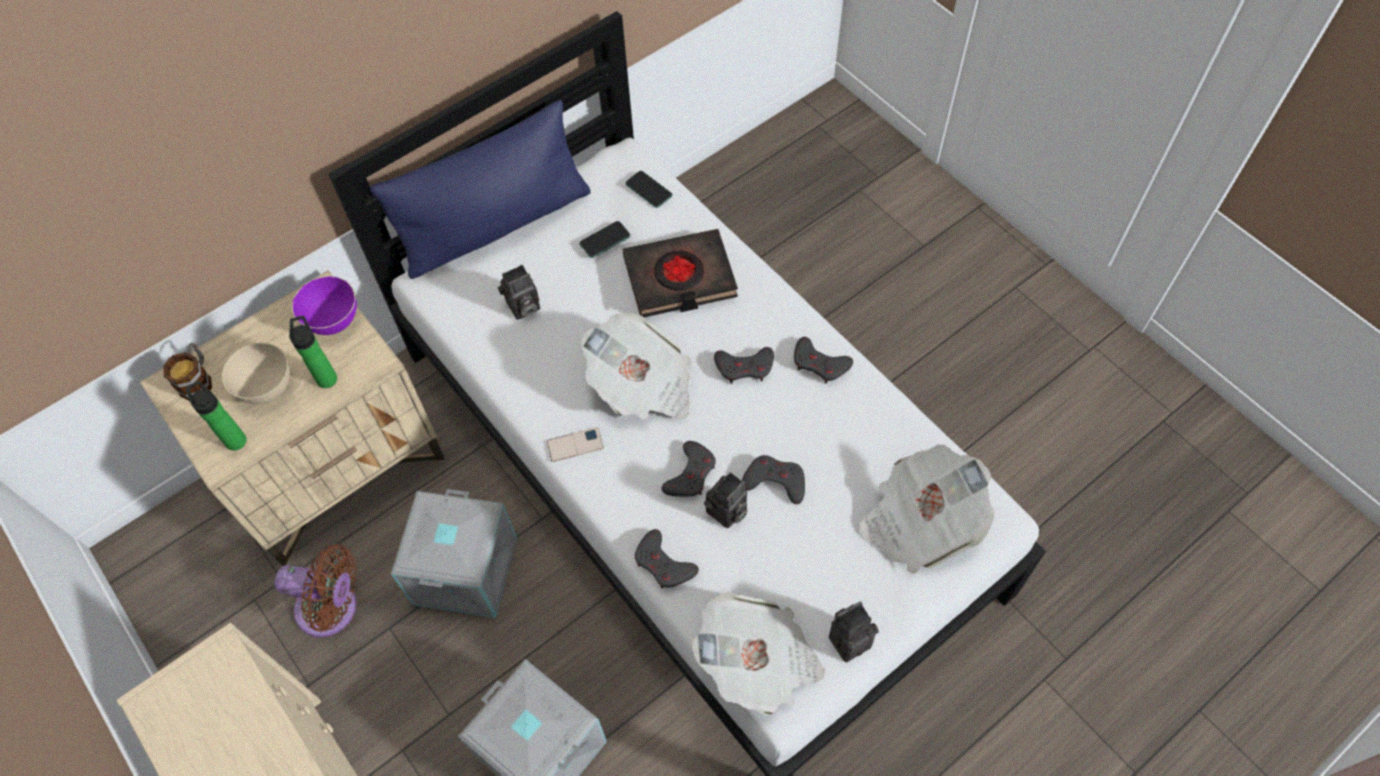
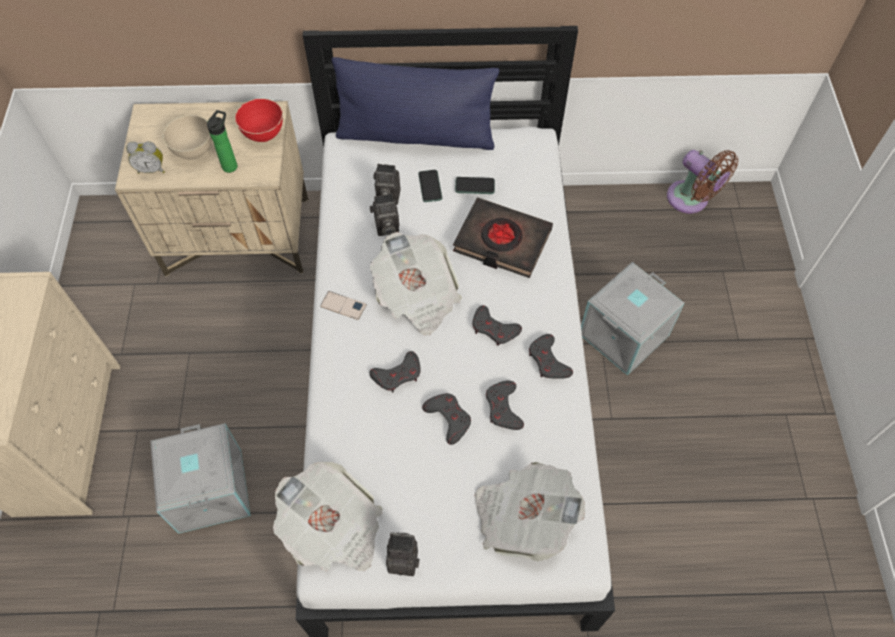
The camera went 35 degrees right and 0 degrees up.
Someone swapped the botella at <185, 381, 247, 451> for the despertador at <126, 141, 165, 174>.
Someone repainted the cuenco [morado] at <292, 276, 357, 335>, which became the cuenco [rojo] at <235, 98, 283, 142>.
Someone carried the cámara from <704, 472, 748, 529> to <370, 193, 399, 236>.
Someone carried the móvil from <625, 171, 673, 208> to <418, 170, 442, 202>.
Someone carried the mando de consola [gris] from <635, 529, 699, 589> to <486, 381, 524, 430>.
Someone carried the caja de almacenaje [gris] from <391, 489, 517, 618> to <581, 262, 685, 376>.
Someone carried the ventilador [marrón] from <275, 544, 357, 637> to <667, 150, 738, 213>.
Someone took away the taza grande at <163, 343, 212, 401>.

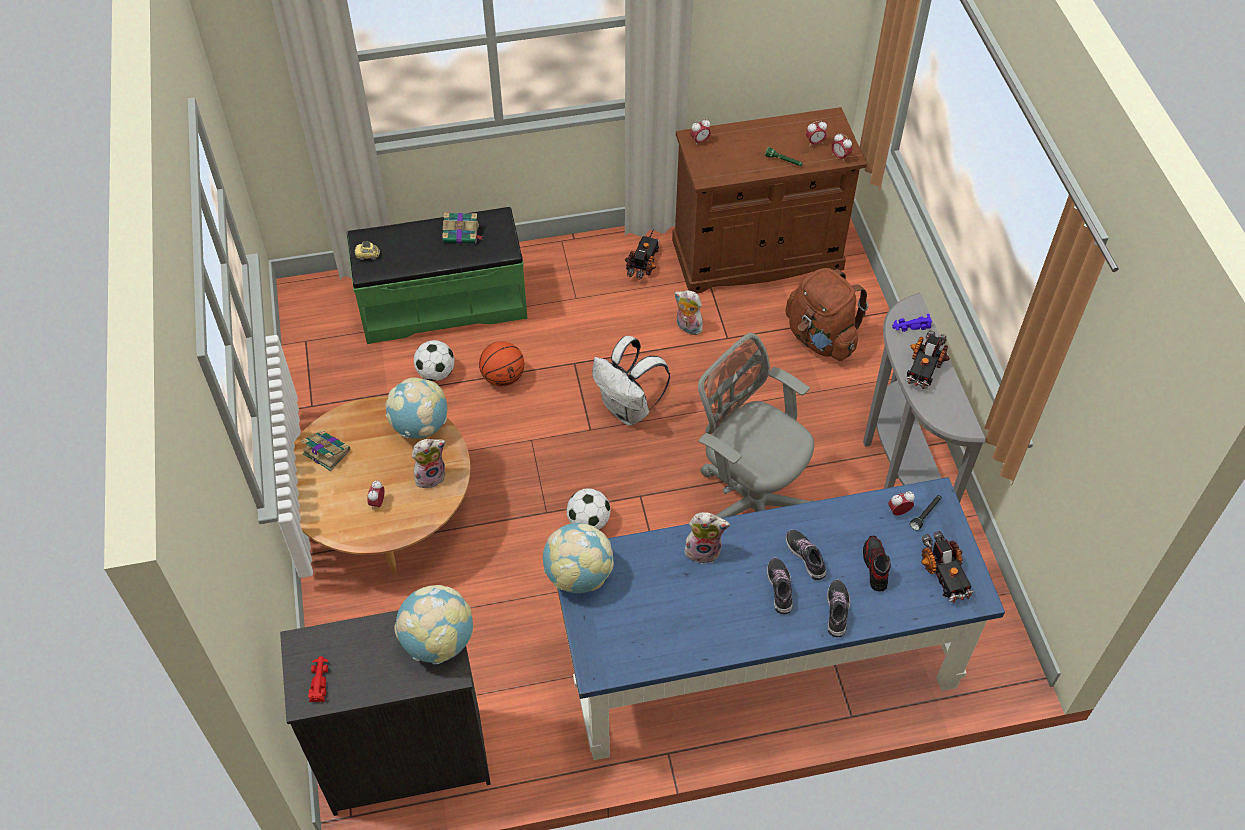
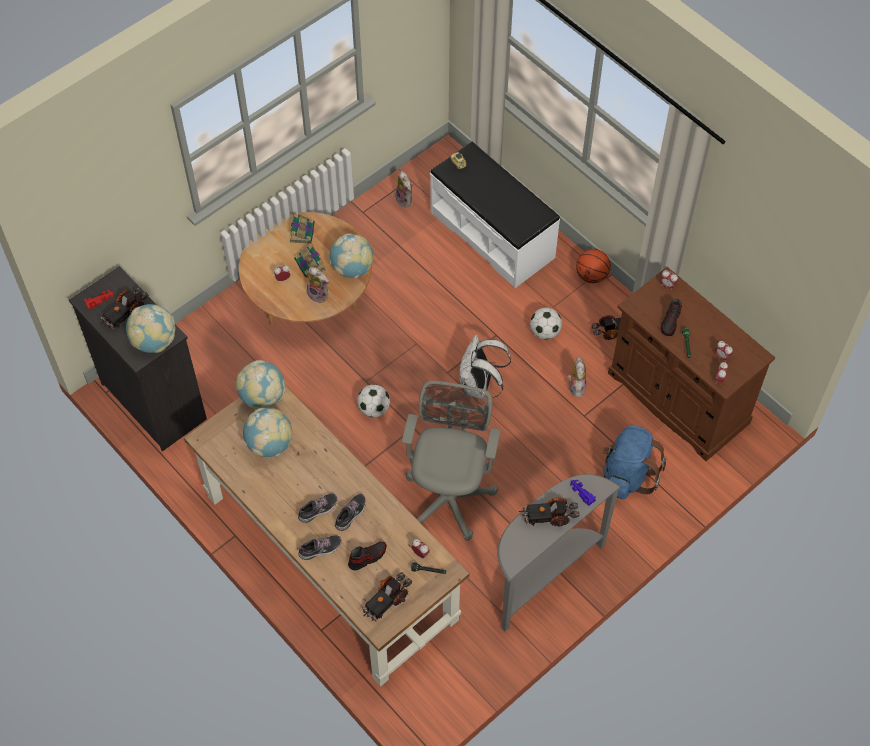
The camera went 60 degrees right and 5 degrees up.
Someone put down the camión de juguete at <101, 287, 148, 329>.
Someone repainted the escritorio [azul] at <557, 477, 1005, 760>, which became the escritorio [marrón] at <184, 385, 470, 687>.
Someone put down the globo terráqueo at <243, 408, 292, 457>.
Someone carried the libro from <442, 212, 483, 243> to <294, 244, 326, 278>.
Someone carried the peluche from <685, 512, 730, 564> to <395, 171, 414, 207>.
Someone repainted the banco [verde] at <347, 207, 527, 344>, which became the banco [blanco] at <430, 141, 560, 288>.
Someone carried the balón de fútbol from <414, 340, 454, 381> to <530, 308, 562, 340>.
Someone carried the balón de baloncesto from <479, 341, 524, 386> to <576, 249, 611, 283>.
Someone repainted the mochila [marrón] at <785, 268, 868, 361>, which became the mochila [azul] at <602, 425, 666, 499>.
Someone put down the zapato at <661, 299, 682, 336>.

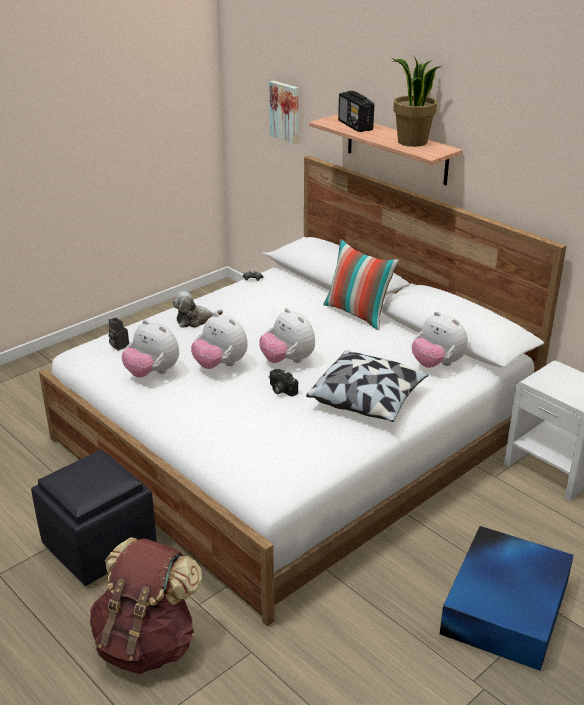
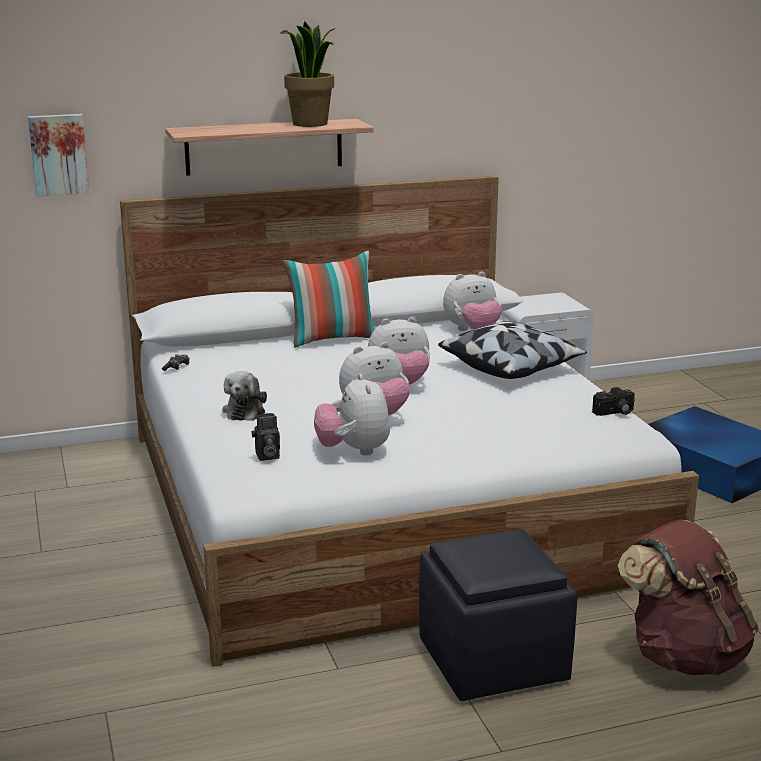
The camera went 65 degrees left and 10 degrees down.
Someone rotated the peluche at <122, 320, 179, 378> by 105 degrees clockwise.
Someone carried the cámara from <269, 369, 298, 397> to <592, 387, 635, 416>.
Someone took away the radio at <338, 91, 374, 132>.

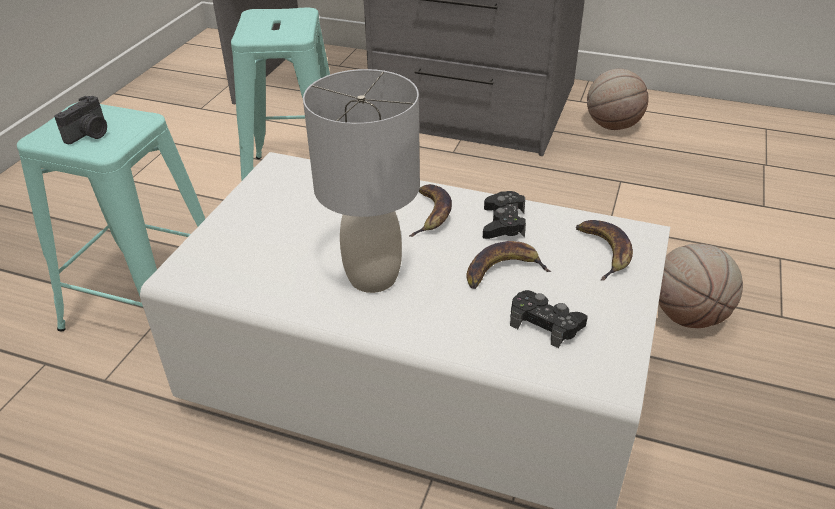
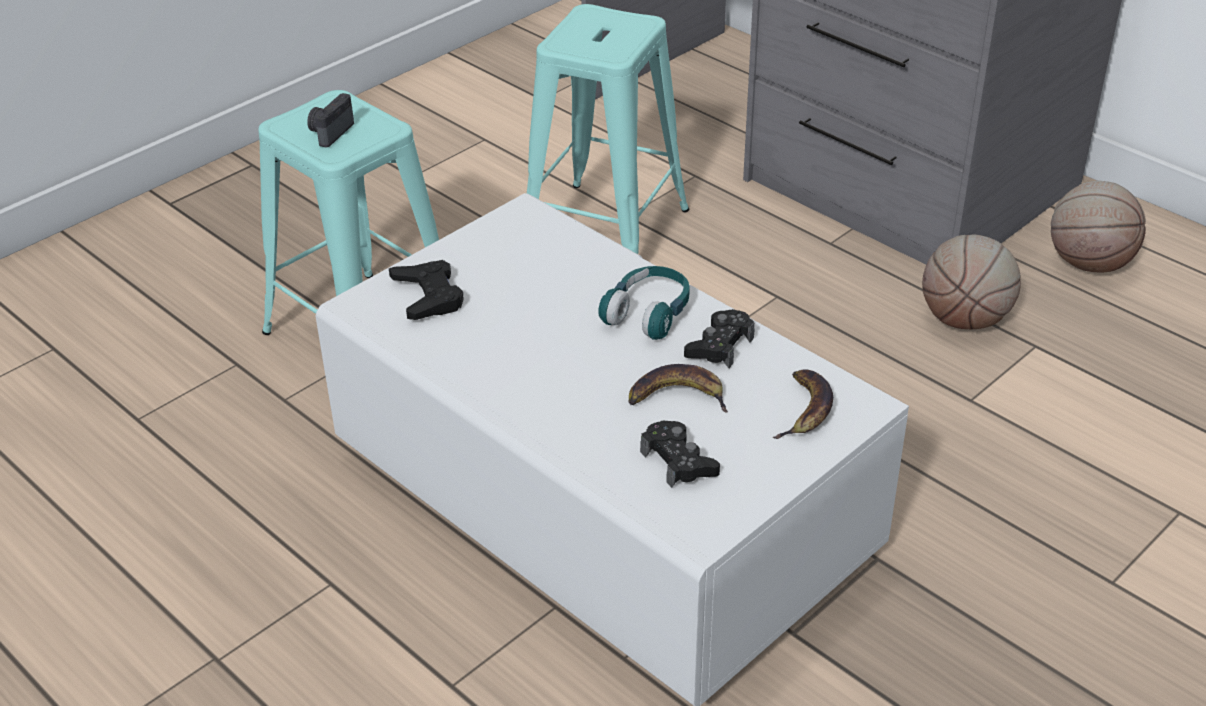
The camera went 25 degrees right and 0 degrees up.
Someone rotated the cámara at <54, 96, 107, 144> by 150 degrees clockwise.
Someone put down the mando de consola [negro] at <389, 260, 464, 320>.
Someone swapped the plátano at <409, 184, 452, 237> for the auriculares [turquesa] at <598, 266, 690, 340>.
Someone carried the balón de baloncesto from <659, 244, 743, 328> to <922, 235, 1021, 329>.
Someone took away the lámpara de mesa [gris] at <303, 69, 420, 293>.

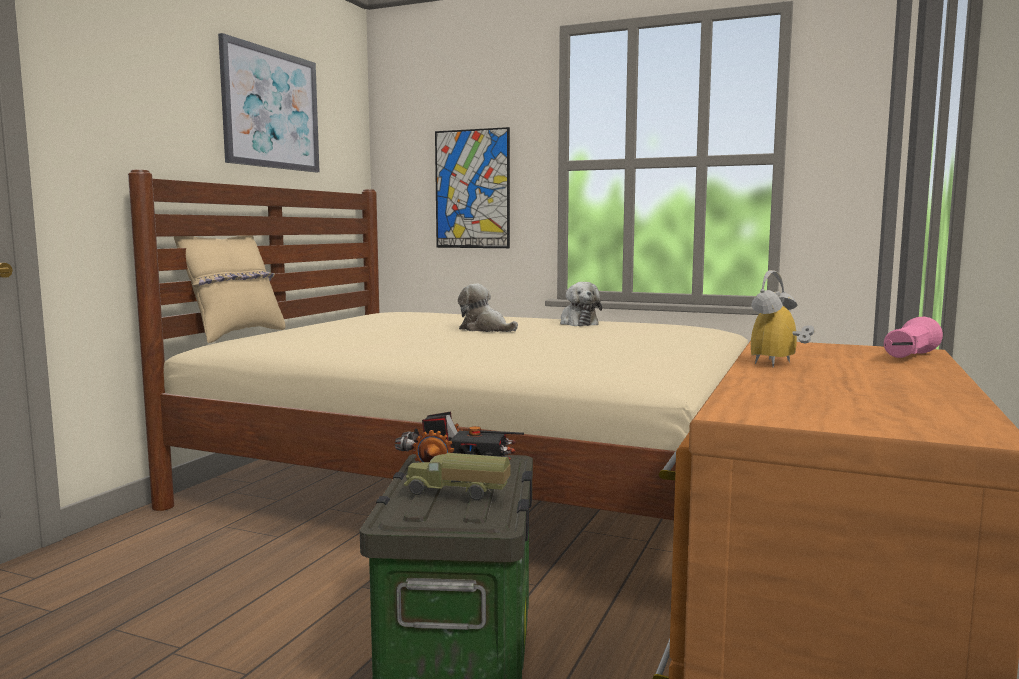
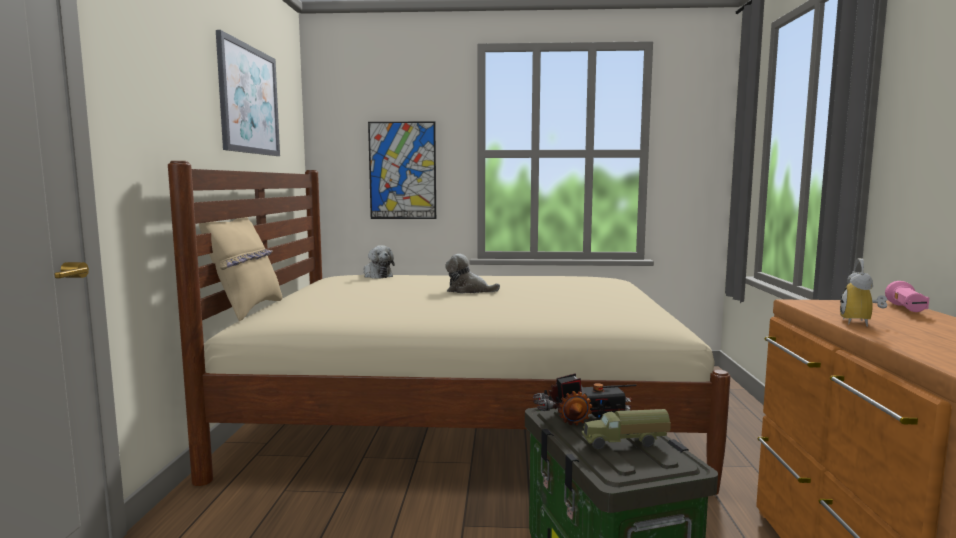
The camera went 20 degrees left and 0 degrees up.
Someone carried the peluche from <560, 282, 602, 326> to <364, 245, 395, 278>.

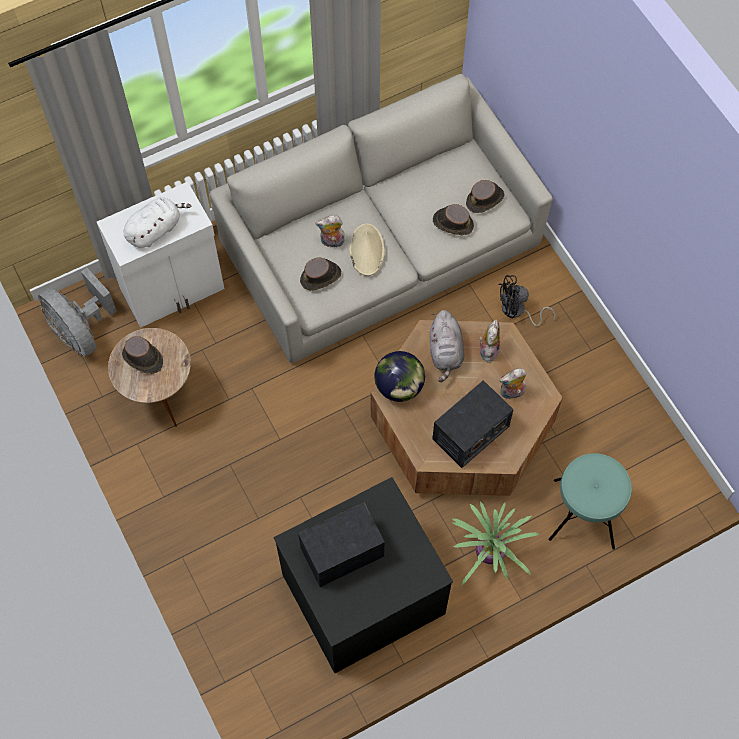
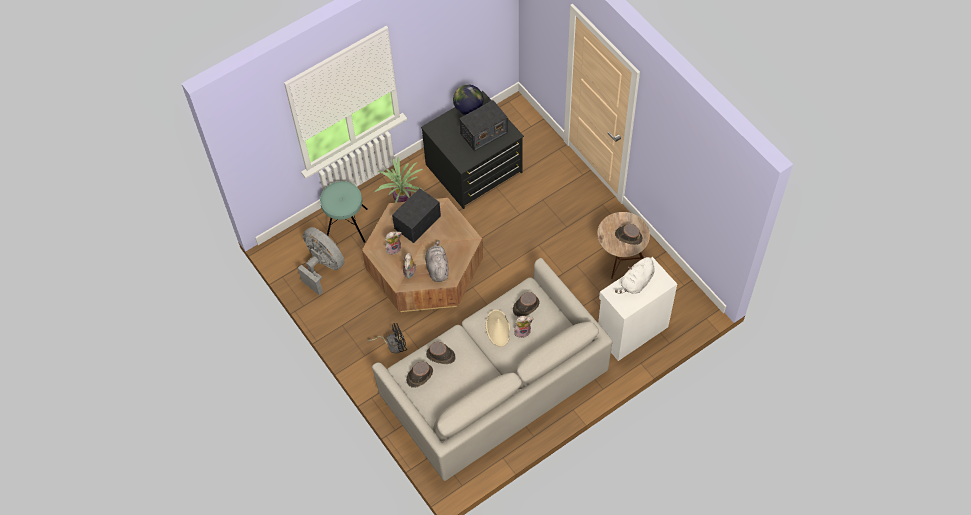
The camera went 175 degrees right and 5 degrees down.
Someone carried the ventilador [gris] from <38, 267, 117, 357> to <298, 227, 345, 295>.
Someone carried the globo terráqueo from <374, 351, 425, 402> to <453, 85, 484, 115>.

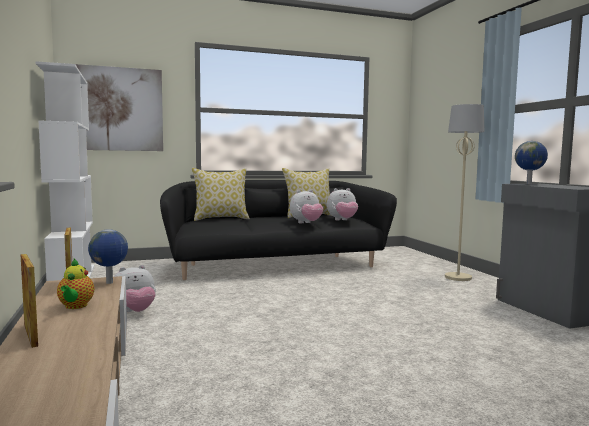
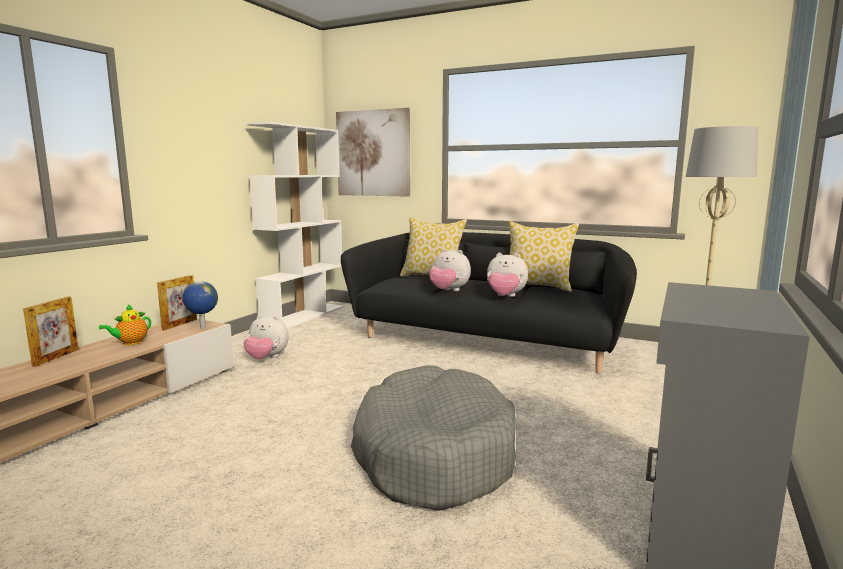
The camera went 45 degrees right and 5 degrees up.
Someone put down the cama para perro [gris] at <351, 366, 516, 511>.
Someone carried the peluche from <327, 188, 358, 221> to <429, 249, 471, 291>.
Someone took away the globo terráqueo at <515, 141, 548, 185>.

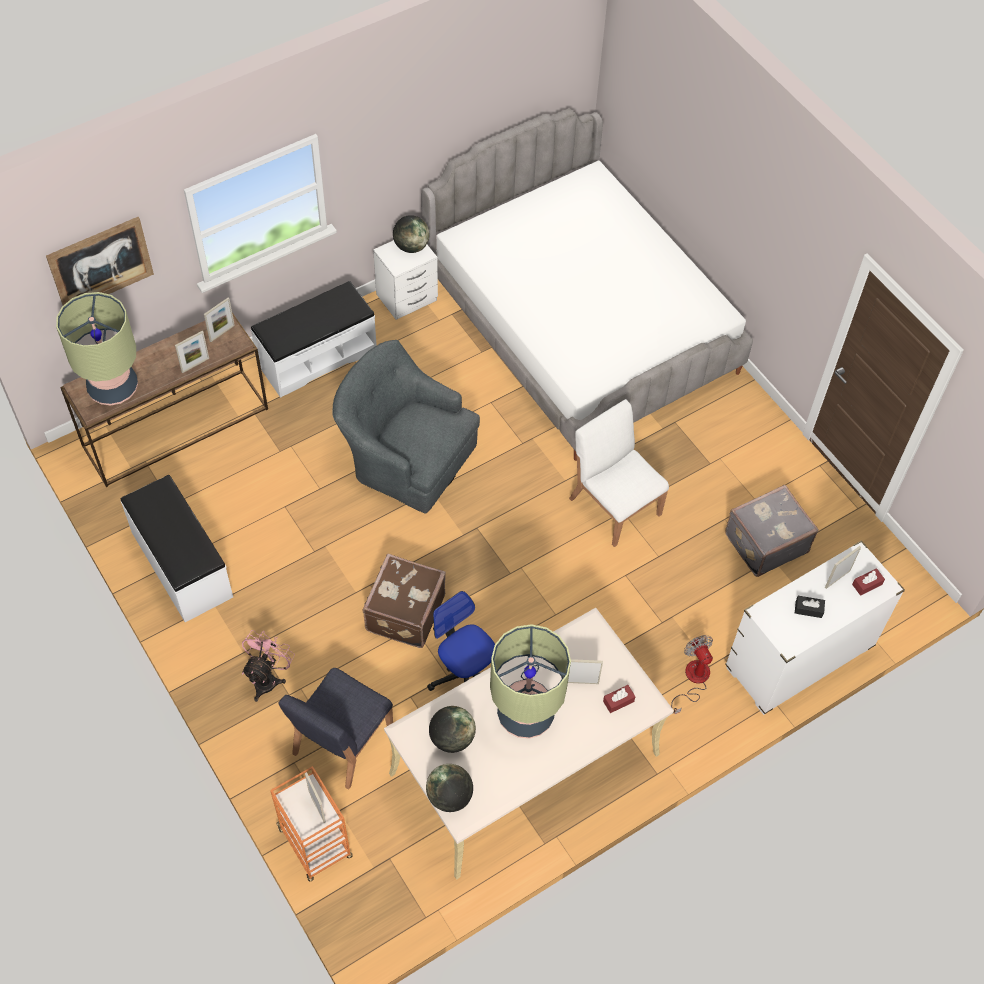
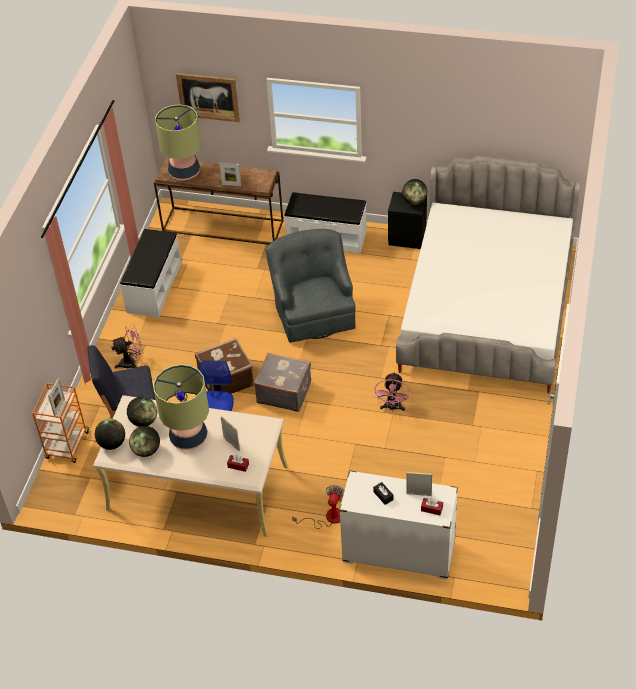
The camera went 50 degrees right and 10 degrees down.
Someone put down the globo terráqueo at <129, 426, 160, 457>.
Someone carried the maleta [gris] from <725, 485, 819, 577> to <254, 353, 311, 412>.
Someone swapped the silla [blanco] at <569, 399, 669, 547> for the ventilador [rosa] at <374, 372, 410, 411>.
Someone repainted the mesita de noche [blanco] at <373, 240, 438, 320>, which became the mesita de noche [negro] at <388, 192, 427, 249>.
Someone took away the portarretratos at <204, 298, 235, 342>.

